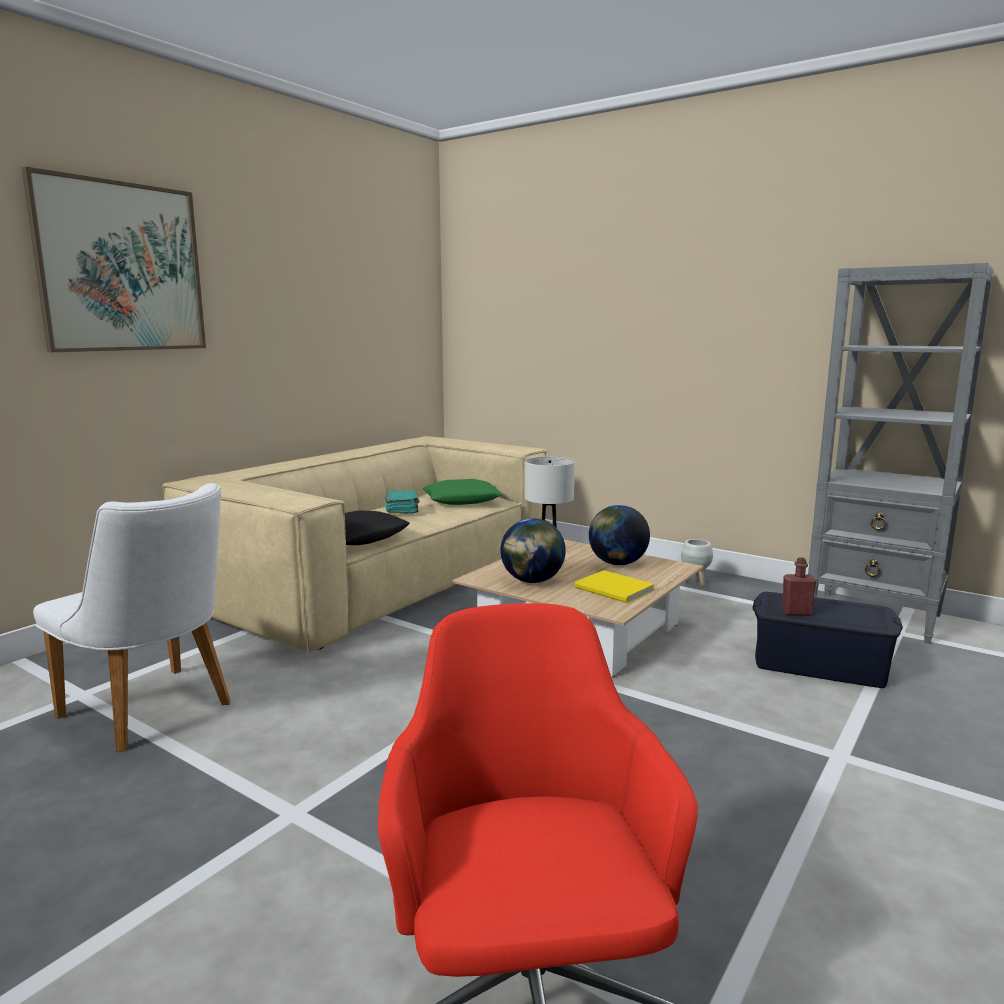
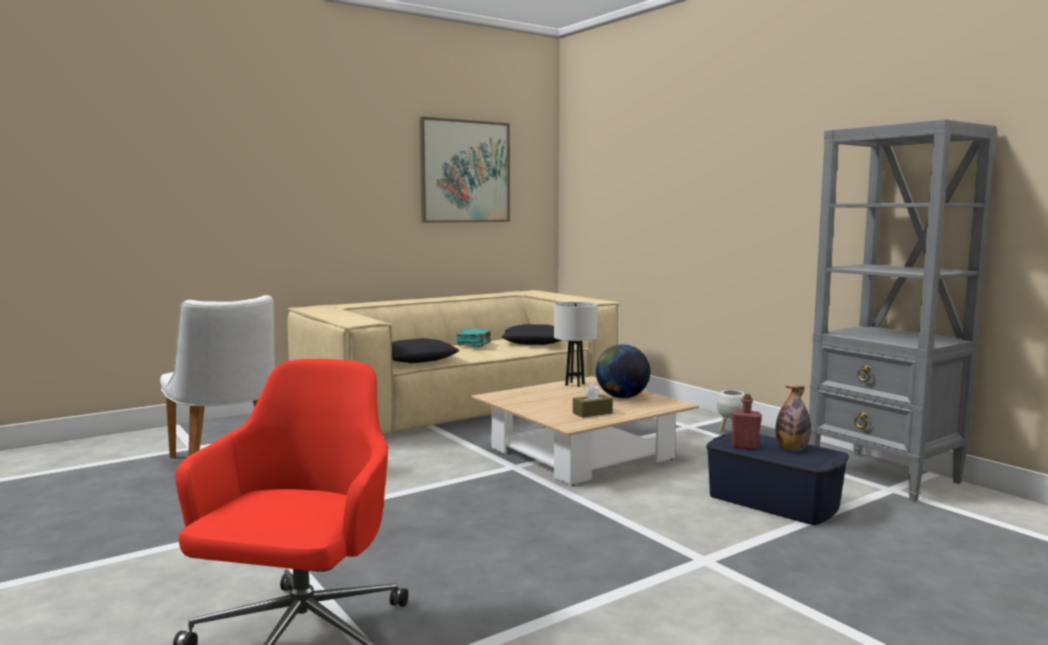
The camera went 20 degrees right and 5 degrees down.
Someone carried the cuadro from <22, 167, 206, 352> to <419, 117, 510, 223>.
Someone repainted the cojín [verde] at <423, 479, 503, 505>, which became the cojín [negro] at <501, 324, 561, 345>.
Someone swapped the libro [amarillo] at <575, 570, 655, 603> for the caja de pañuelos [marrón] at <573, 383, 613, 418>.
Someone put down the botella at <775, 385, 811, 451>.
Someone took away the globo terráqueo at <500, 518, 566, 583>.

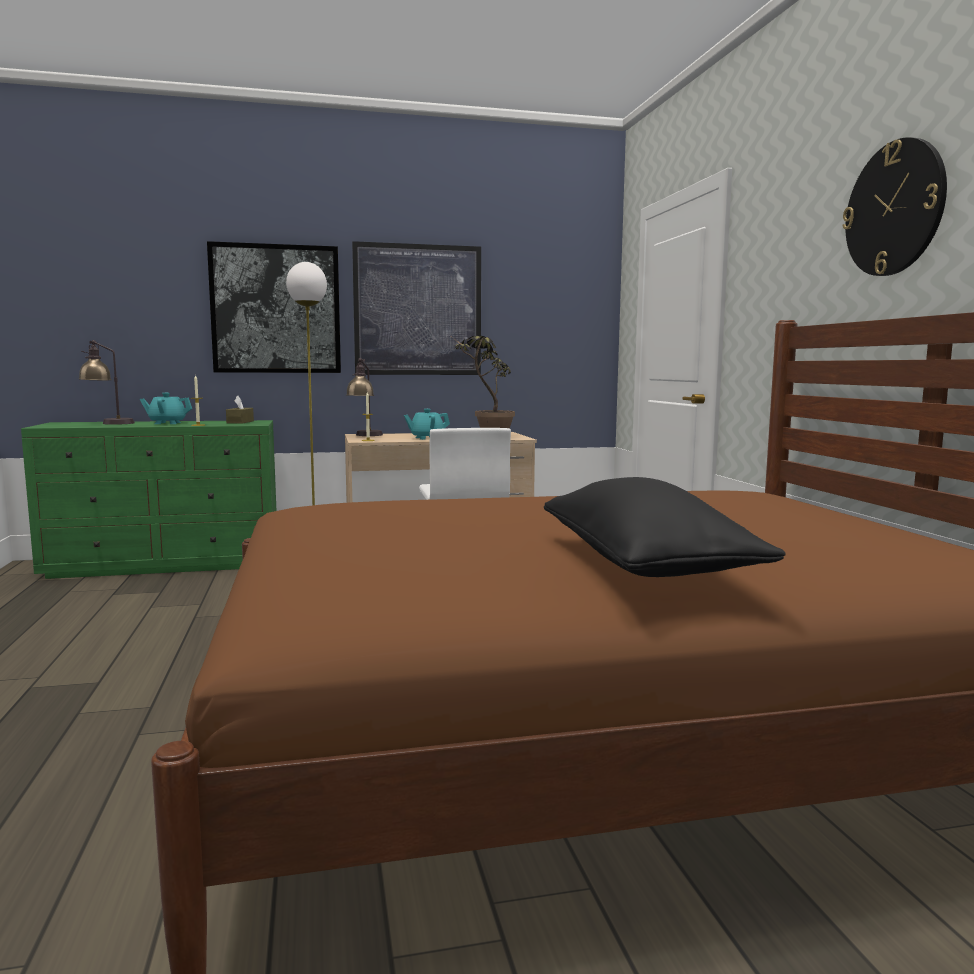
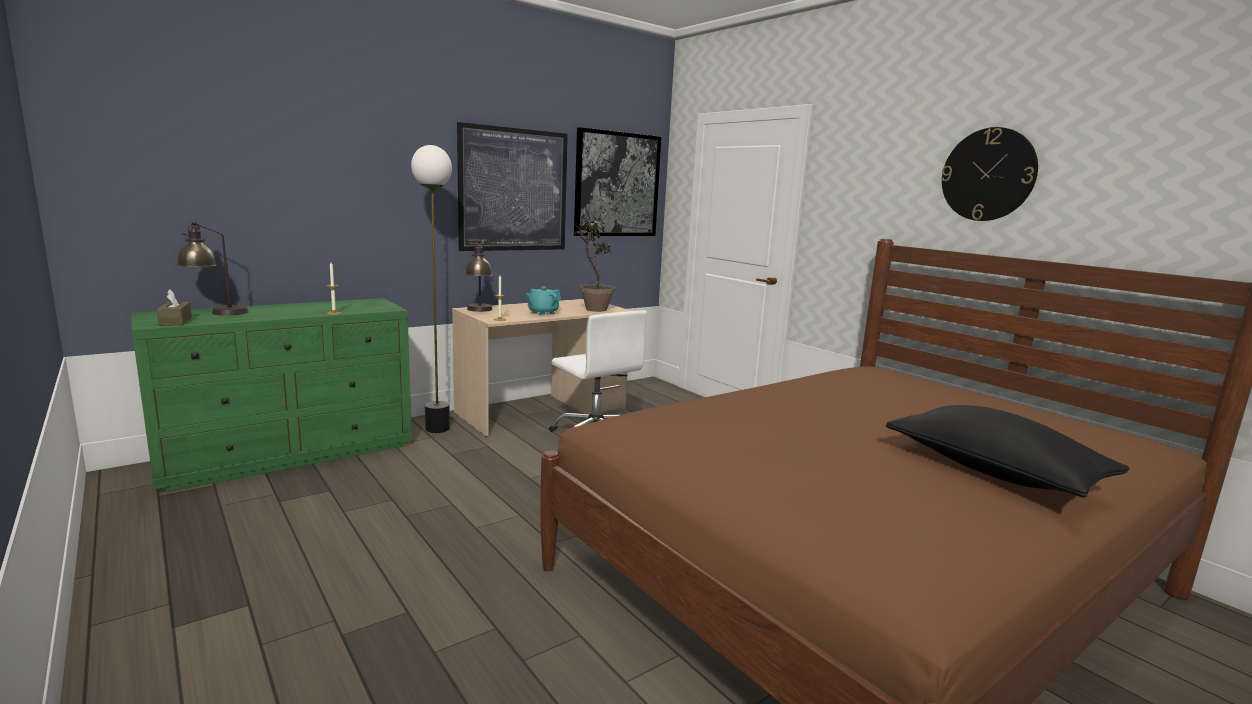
The camera went 25 degrees left and 5 degrees up.
Someone carried the caja de pañuelos [marrón] from <226, 396, 254, 424> to <156, 290, 192, 326>.
Someone carried the cuadro from <207, 241, 341, 373> to <574, 127, 661, 236>.
Someone took away the tetera [turquesa] at <140, 393, 192, 424>.

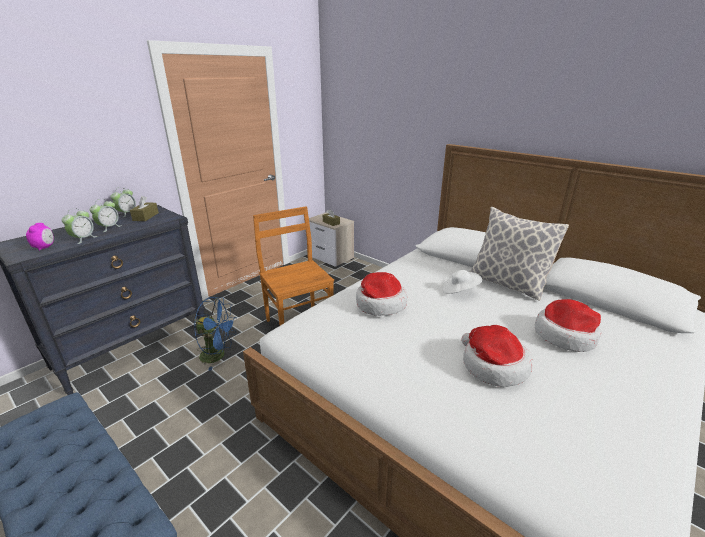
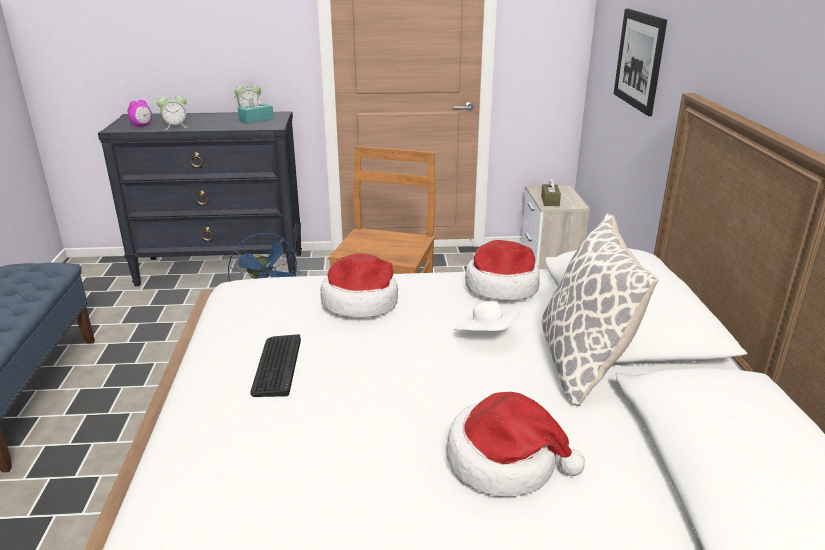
The camera went 45 degrees right and 0 degrees up.
Someone repainted the caja de pañuelos [marrón] at <130, 196, 159, 221>, which became the caja de pañuelos [turquesa] at <238, 94, 274, 124>.
Someone put down the teclado at <251, 334, 301, 397>.
Someone carried the sombrero from <461, 325, 532, 387> to <465, 240, 540, 301>.
Someone put up the cuadro at <614, 9, 667, 116>.
Someone took away the despertador at <90, 199, 120, 232>.

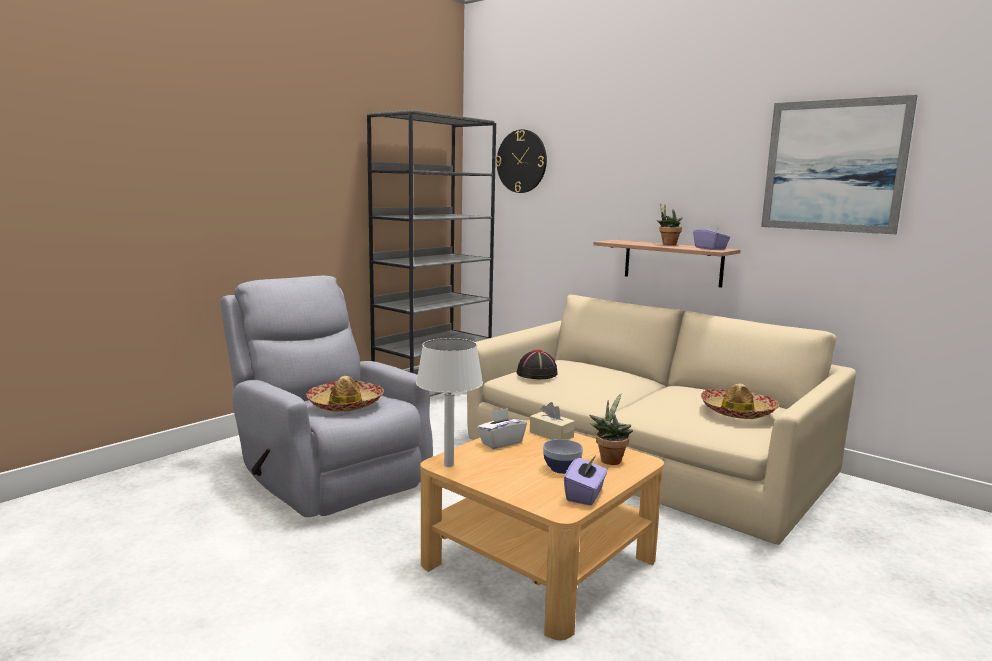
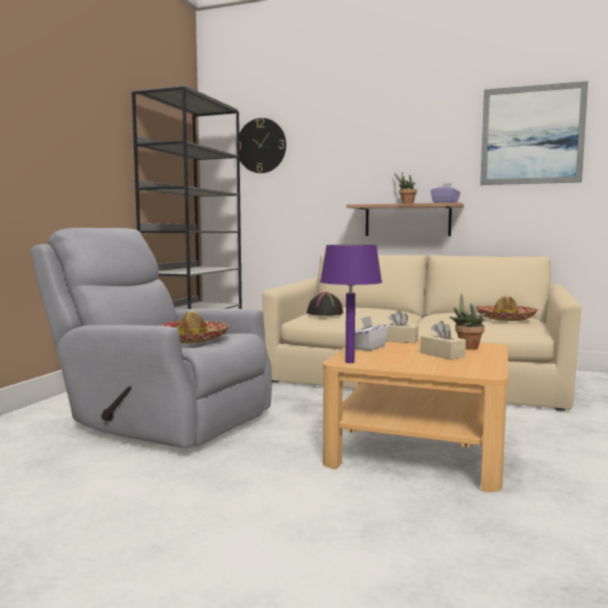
The camera went 20 degrees left and 5 degrees down.
Someone repainted the lámpara de mesa [blanco] at <416, 338, 483, 467>, which became the lámpara de mesa [morado] at <320, 245, 382, 363>.
Someone swapped the cuenco at <543, 439, 583, 474> for the caja de pañuelos [beis] at <420, 321, 466, 360>.
Someone took away the caja de pañuelos [morado] at <564, 455, 607, 506>.

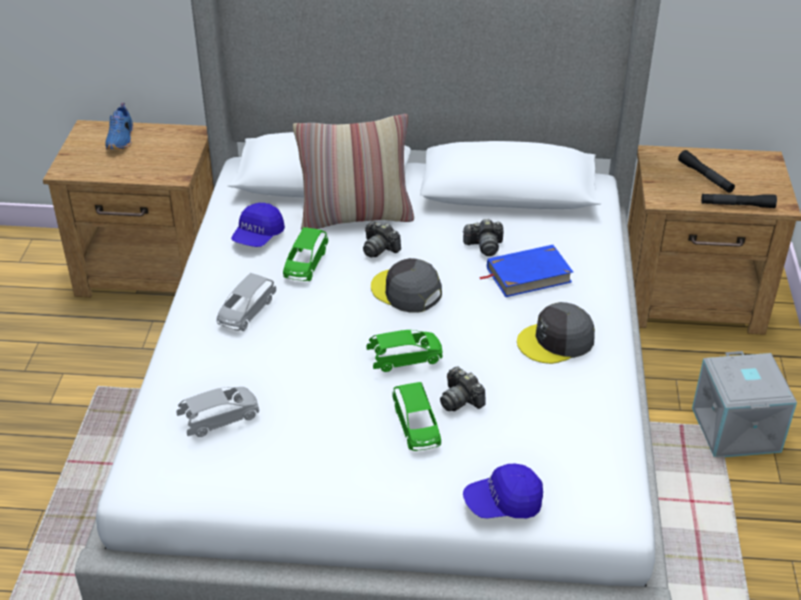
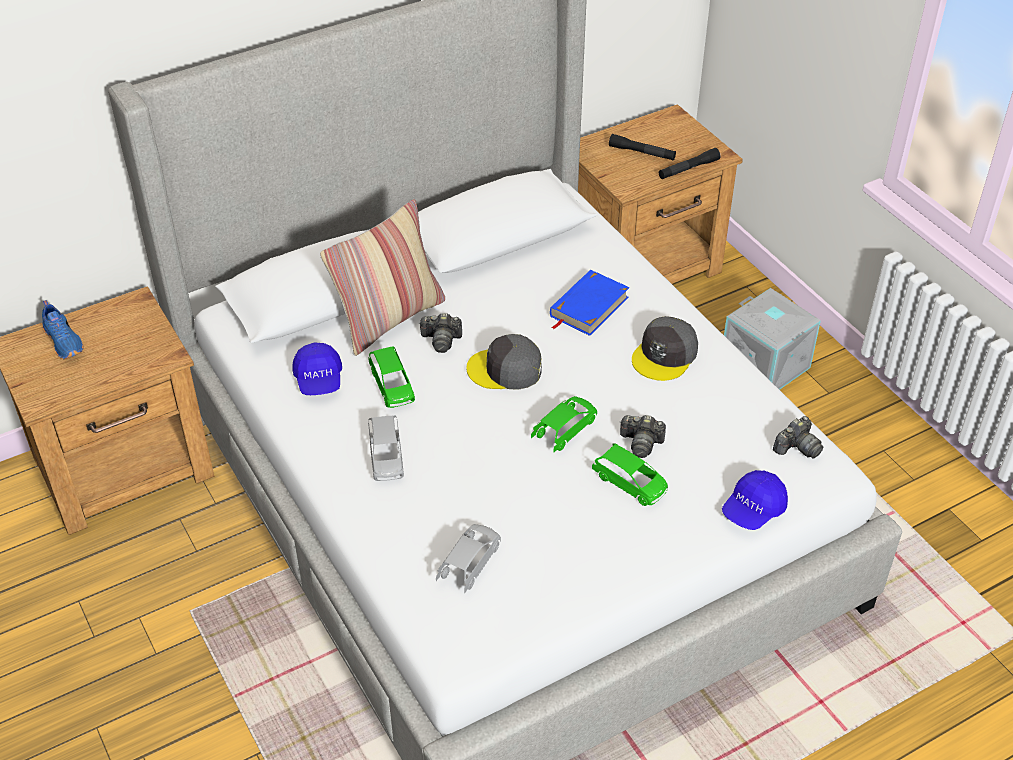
The camera went 35 degrees left and 5 degrees up.
Someone carried the cámara from <463, 219, 504, 256> to <773, 416, 823, 459>.

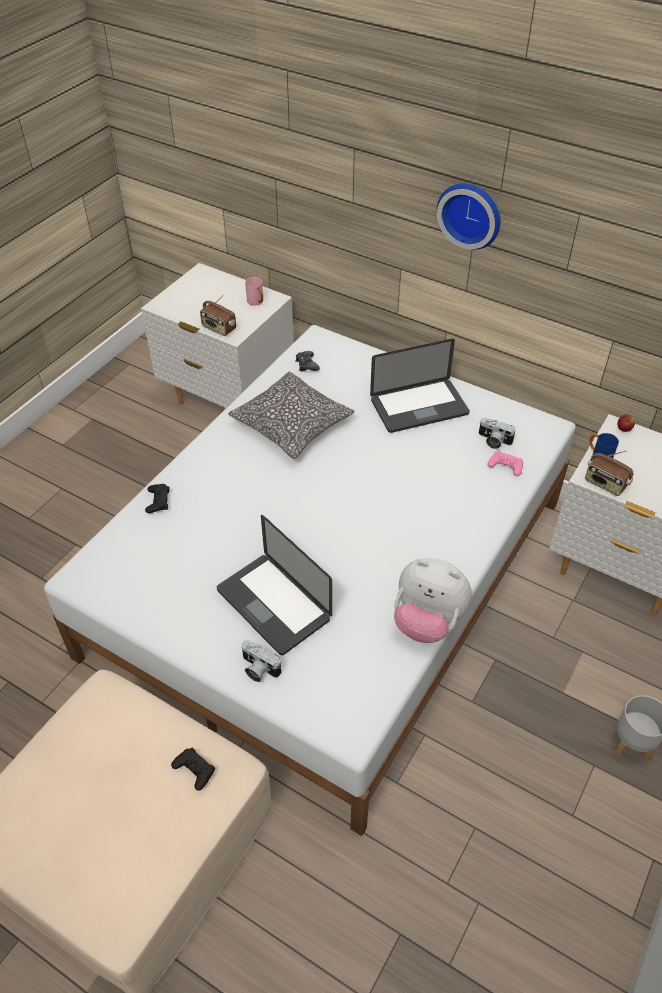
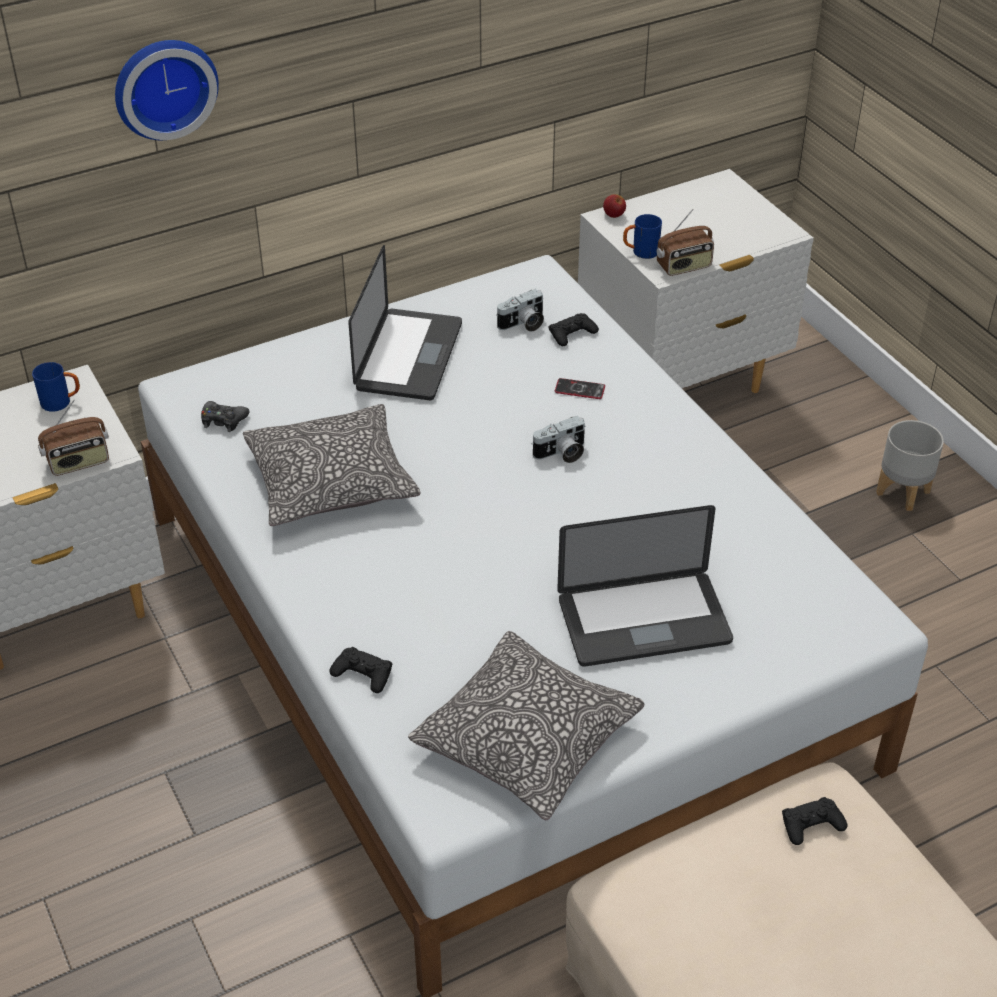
The camera went 60 degrees left and 5 degrees down.
Someone repainted the taza grande [rosa] at <245, 277, 263, 306>, which became the taza grande [azul] at <32, 362, 80, 412>.
Someone carried the reloj de pared from <437, 183, 501, 250> to <115, 40, 219, 140>.
Someone put down the cojín at <408, 631, 645, 820>.
Someone carried the cámara from <242, 640, 281, 682> to <532, 416, 585, 463>.
Someone repainted the mando de consola [rosa] at <488, 451, 523, 476>, which became the mando de consola [negro] at <548, 313, 599, 346>.
Someone put down the móvil at <555, 378, 605, 399>.
Someone took away the peluche at <394, 558, 472, 643>.

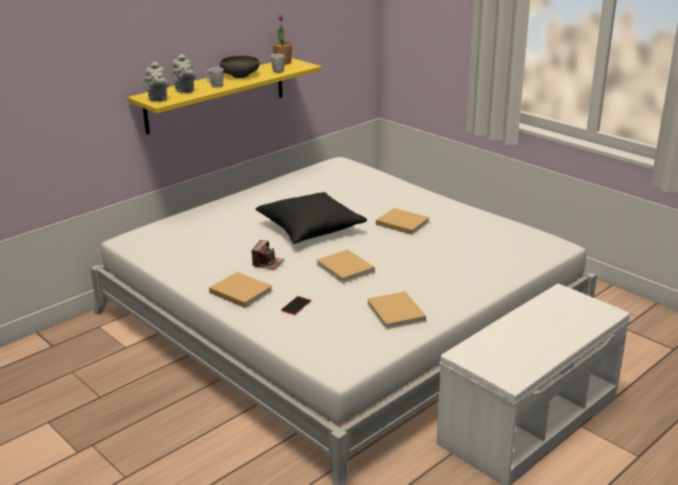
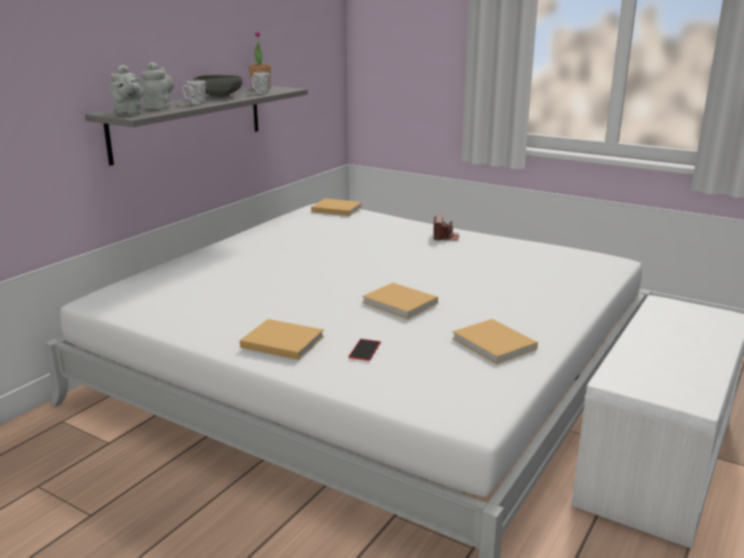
The camera went 15 degrees left and 5 degrees down.
Someone repainted the estante [amarillo] at <127, 58, 322, 134>, which became the estante [gris] at <85, 86, 308, 166>.
Someone rotated the tetera [gris] at <172, 54, 196, 92> by 150 degrees counterclockwise.
Someone carried the libro [beis] from <376, 208, 430, 235> to <311, 198, 362, 216>.
Someone carried the cámara from <252, 240, 284, 269> to <433, 216, 459, 241>.
Someone took away the cojín [negro] at <255, 192, 367, 244>.

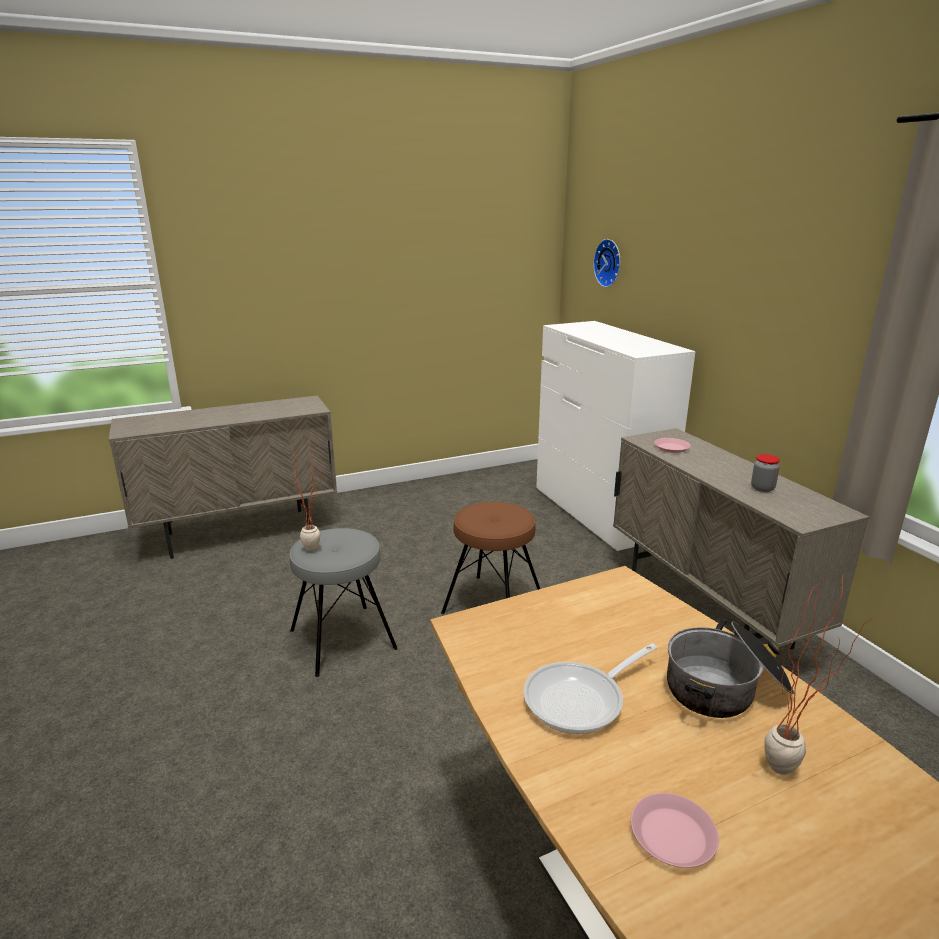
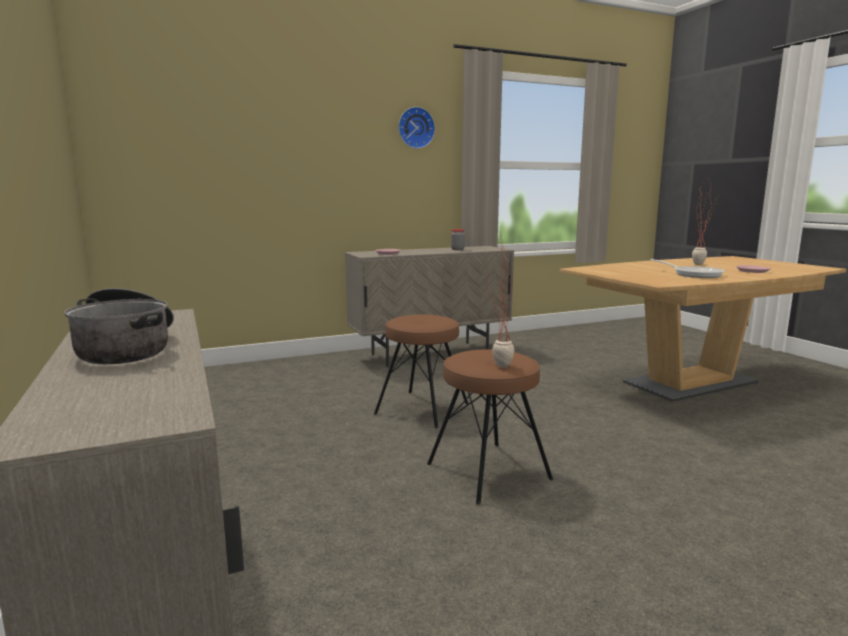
The camera went 90 degrees left and 10 degrees down.
Someone carried the olla from <667, 621, 794, 718> to <64, 288, 174, 364>.
Someone carried the reloj de pared from <593, 239, 621, 287> to <398, 107, 435, 149>.
Someone repainted the taburete [gris] at <289, 528, 398, 677>, which became the taburete [marrón] at <427, 349, 553, 505>.
Someone took away the cómoda [blanco] at <536, 321, 695, 553>.

